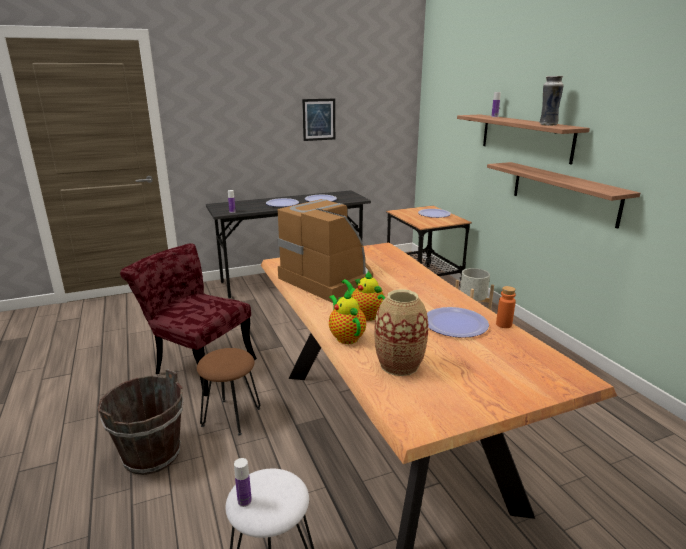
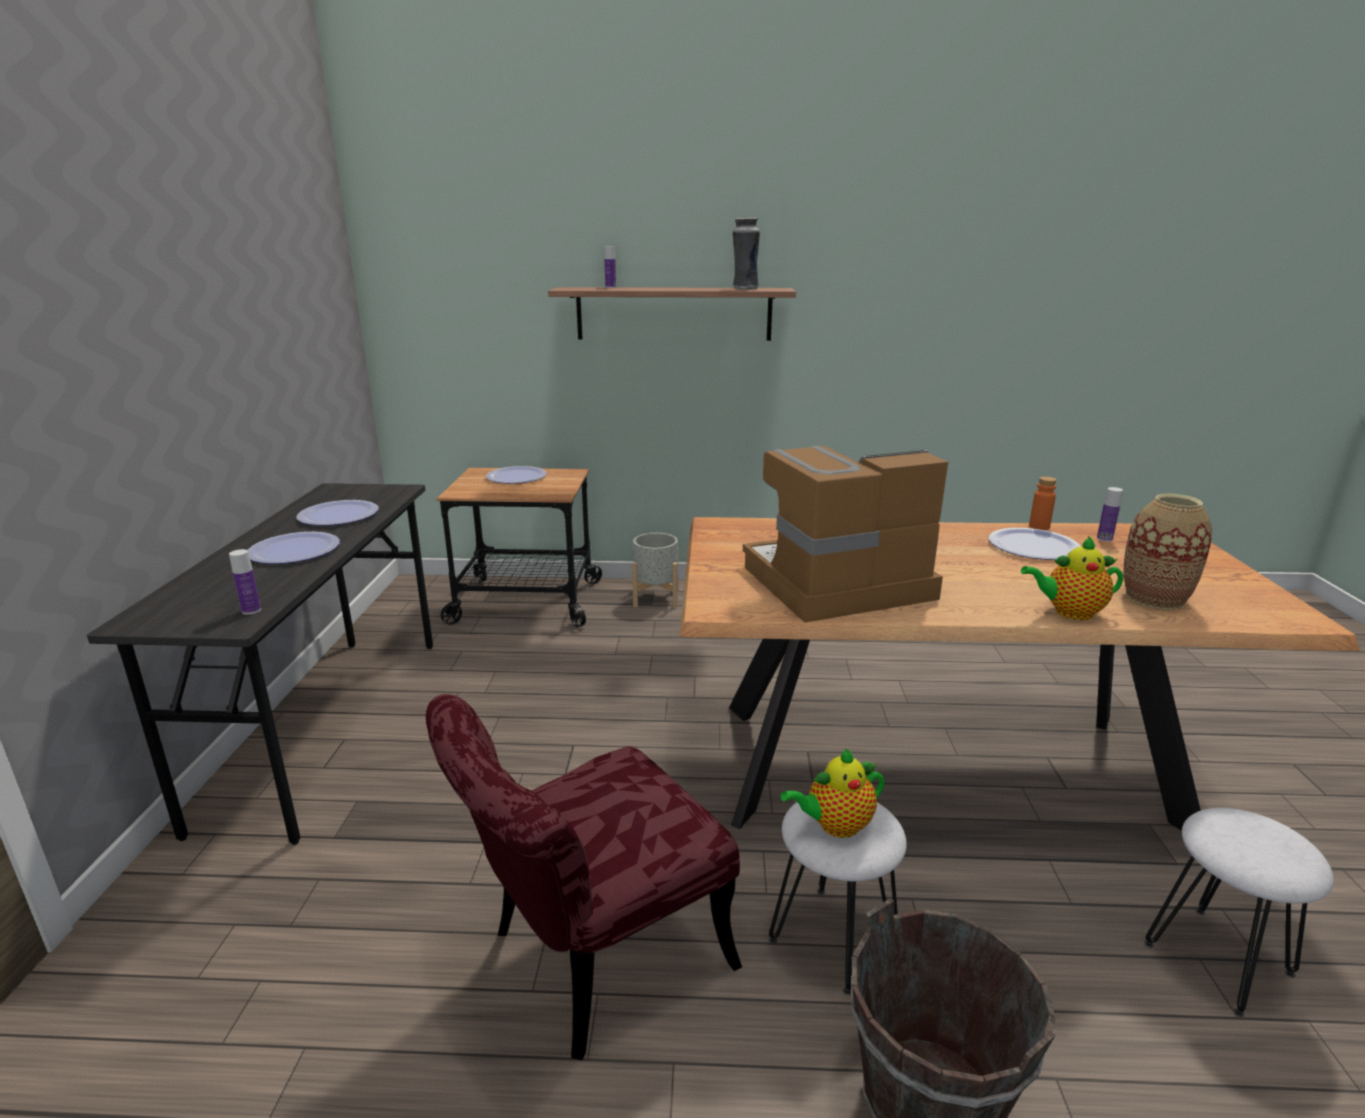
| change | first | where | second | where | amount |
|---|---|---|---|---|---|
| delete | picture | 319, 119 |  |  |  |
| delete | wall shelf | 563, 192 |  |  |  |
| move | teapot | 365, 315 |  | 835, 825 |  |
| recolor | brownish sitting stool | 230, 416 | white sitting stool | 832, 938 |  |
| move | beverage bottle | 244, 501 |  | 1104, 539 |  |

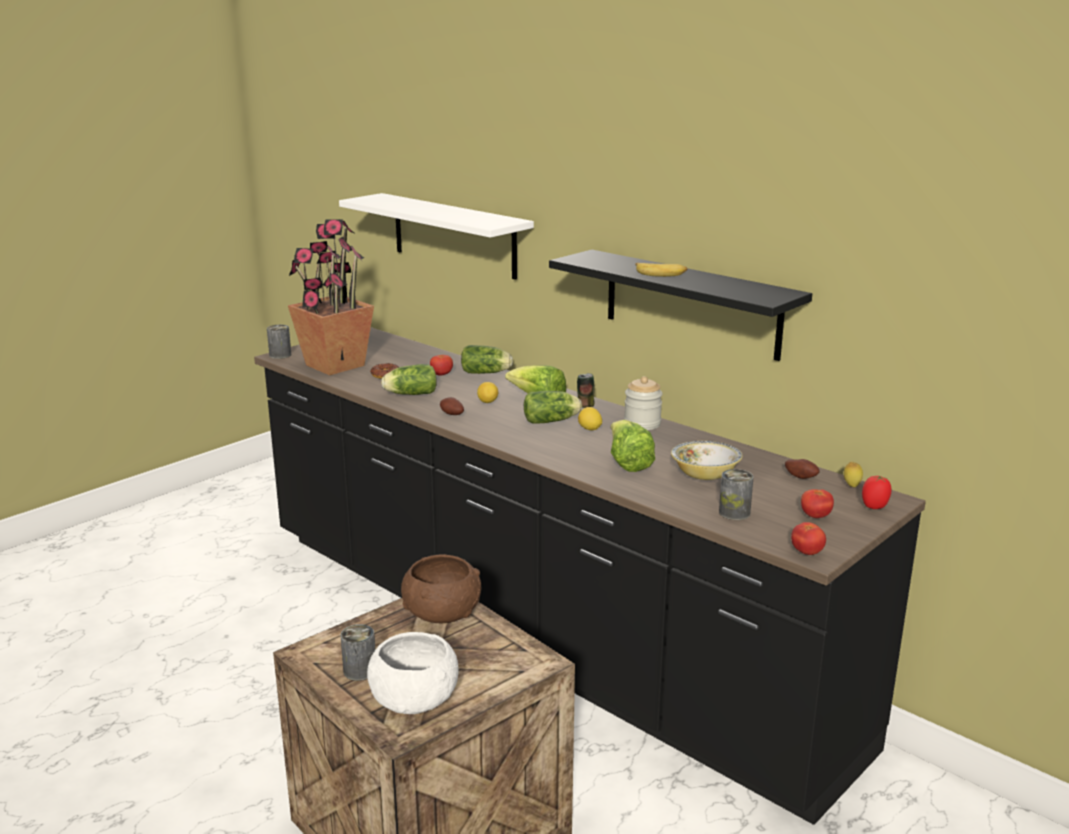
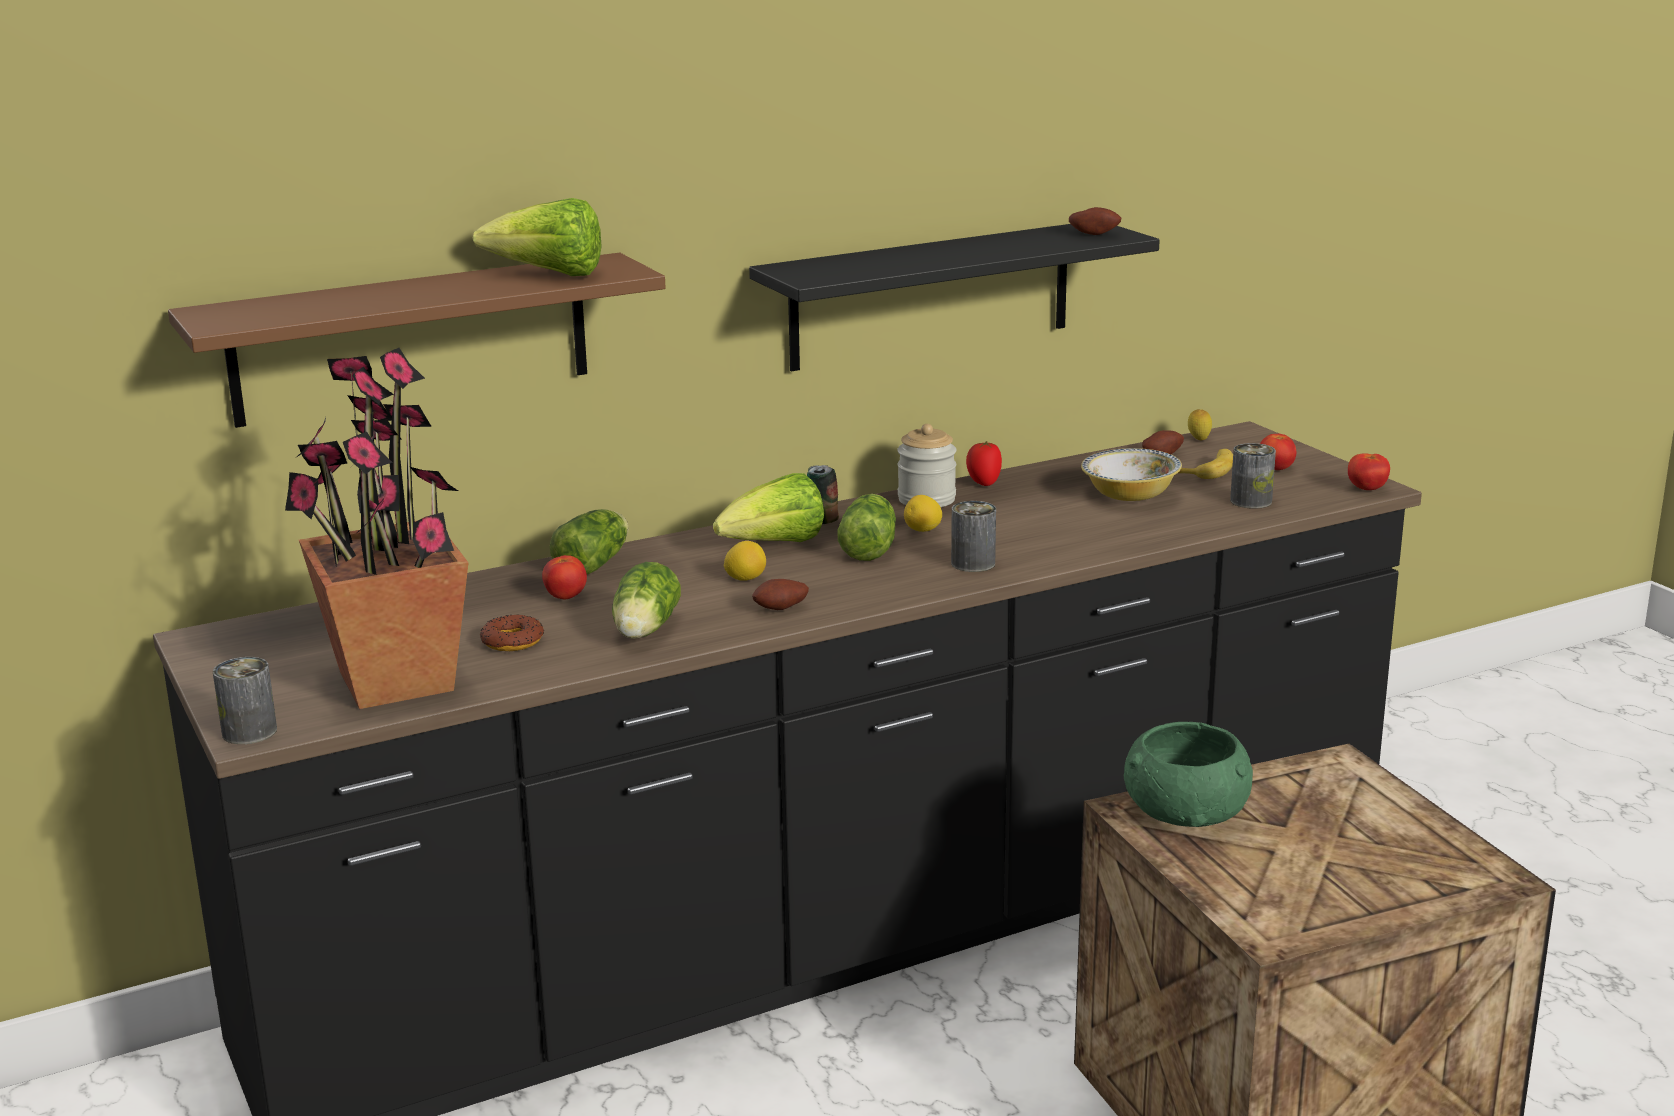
| change | first | where | second | where | amount |
|---|---|---|---|---|---|
| recolor | white wall shelf | 454, 235 | brownish wall shelf | 411, 339 |  |
| move | banana | 660, 274 |  | 1209, 470 |  |
| move | lettuce head | 627, 463 |  | 550, 275 |  |
| move | fresh tomato | 874, 506 |  | 983, 483 |  |
| recolor | brownish serving bowl | 442, 612 | green-coloured serving bowl | 1186, 813 |  |
| move | sealed can | 360, 670 |  | 973, 563 |  |
| delete | white serving bowl | 414, 699 |  |  |  |
| insert |  |  | whole potato | 1094, 234 |  |

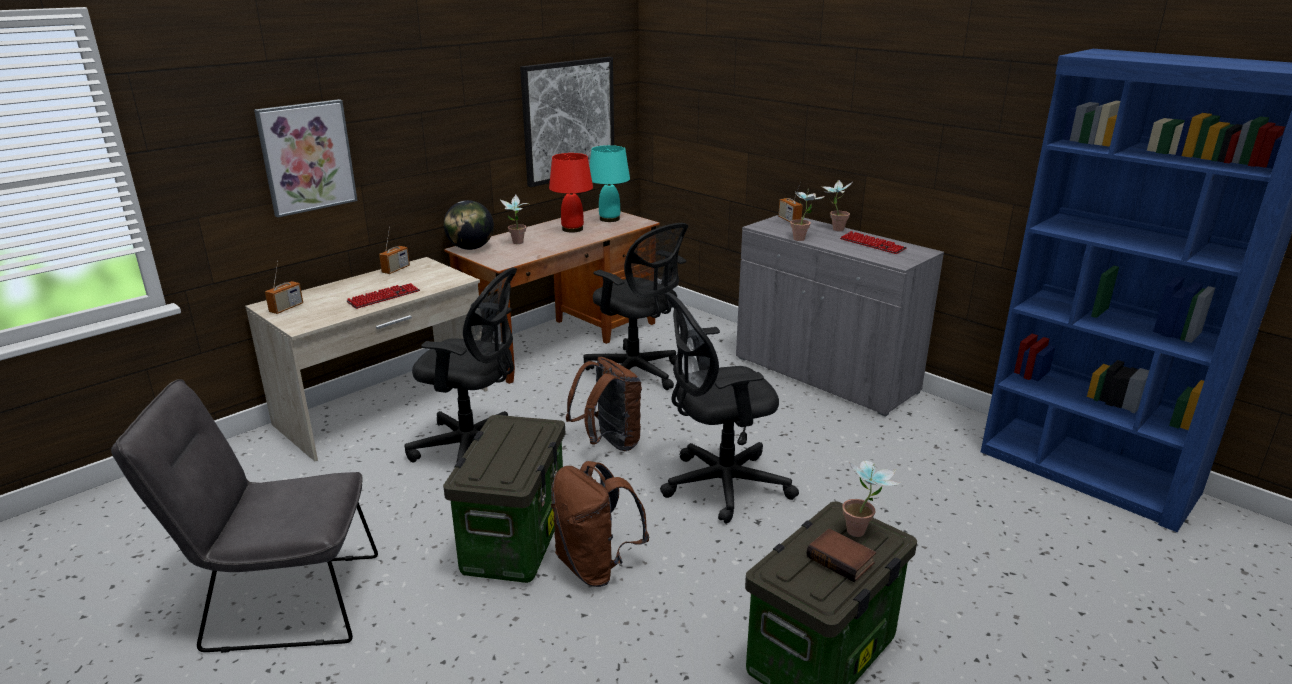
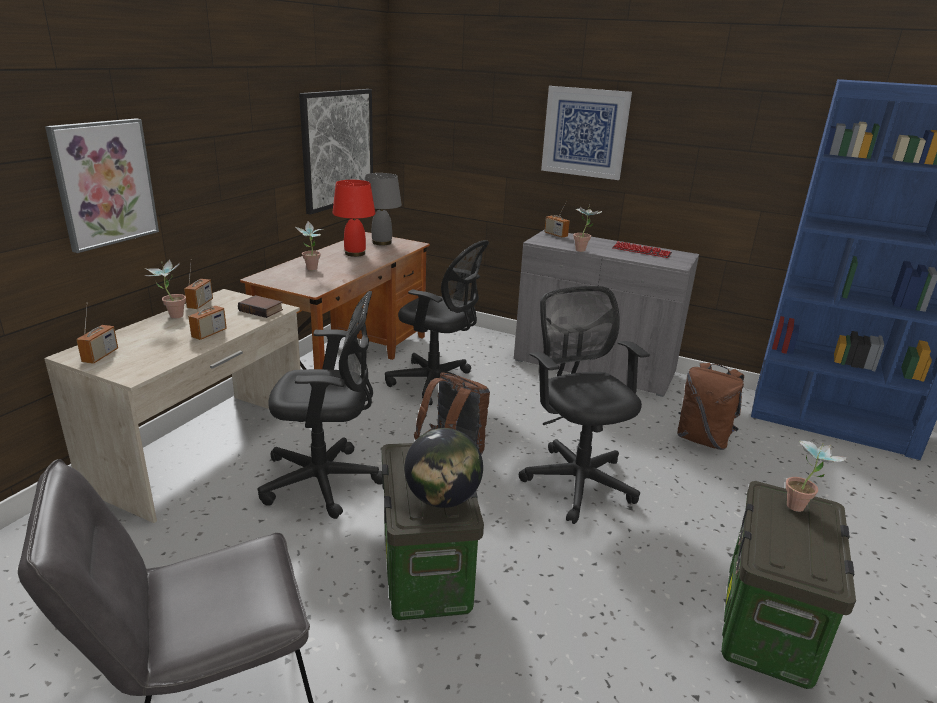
| change | first | where | second | where | amount |
|---|---|---|---|---|---|
| recolor | blue-green table lamp | 609, 219 | gray table lamp | 381, 242 |  |
| move | houseplant | 833, 229 |  | 171, 316 |  |
| move | globe | 470, 248 |  | 442, 499 |  |
| replace | computer keyboard | 384, 297 | radio | 209, 334 |  |
| rotate | black-coloured desk chair | 719, 485 |  | 576, 479 | 105 degrees clockwise |
| move | brownish knapsack | 595, 566 |  | 703, 439 |  |
| move | volume | 842, 559 |  | 262, 310 |  |
| insert |  |  | picture | 585, 132 |  |

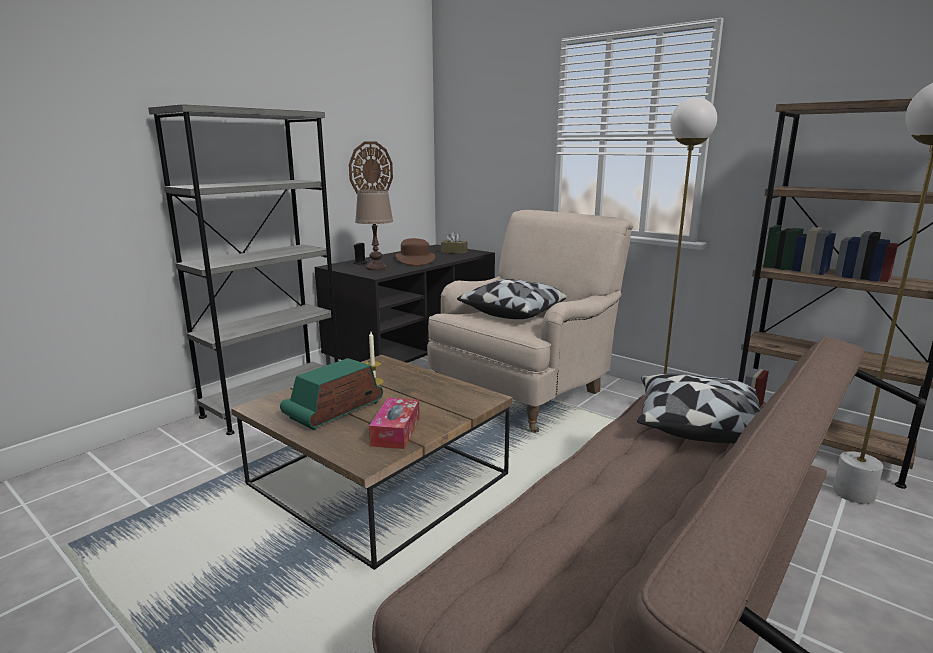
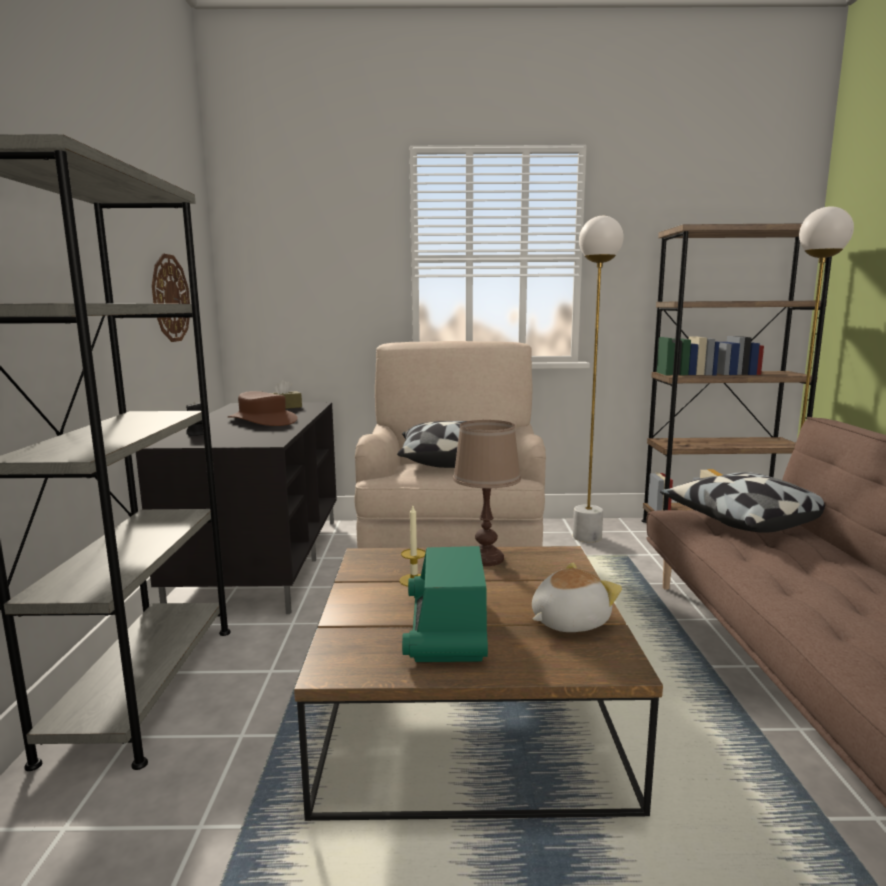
| change | first | where | second | where | amount |
|---|---|---|---|---|---|
| move | brownish table lamp | 376, 268 |  | 485, 559 |  |
| replace | tissue box | 396, 431 | cuddly toy | 568, 621 |  |

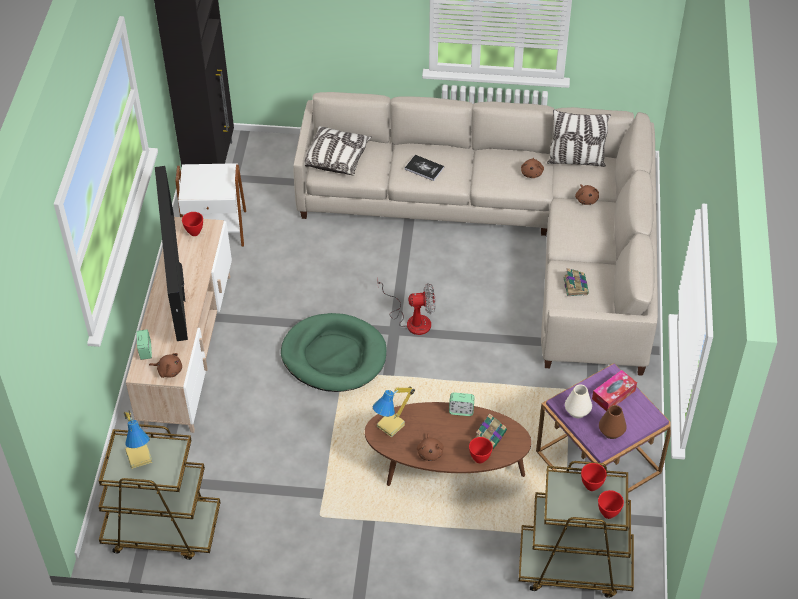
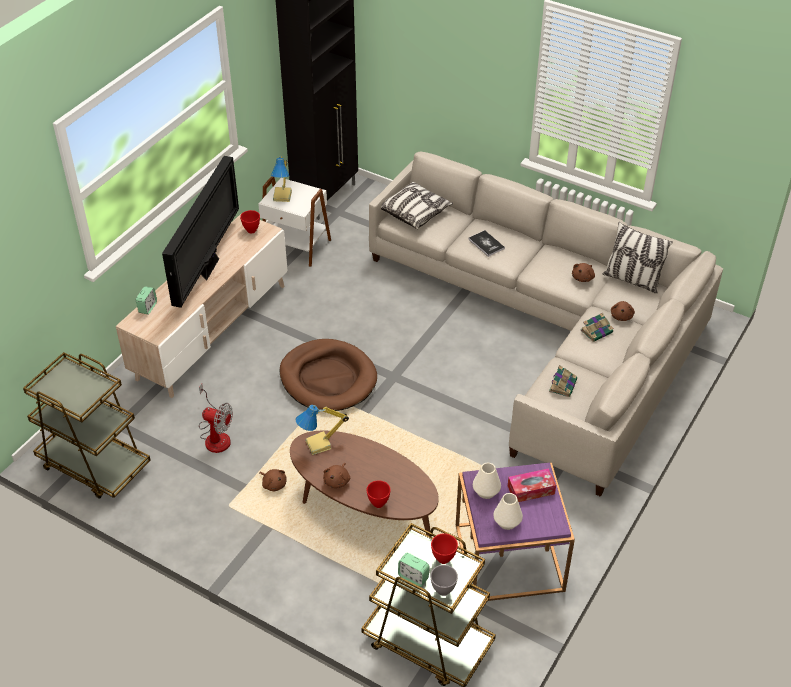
| change | first | where | second | where | amount |
|---|---|---|---|---|---|
| move | fan | 412, 320 |  | 215, 435 |  |
| recolor | green-coloured dog cushion | 334, 356 | brownish dog cushion | 328, 378 |  |
| move | brownish cuddly toy | 168, 370 |  | 273, 484 |  |
| move | alarm clock | 461, 410 |  | 413, 577 |  |
| recolor | brownish flower vase | 611, 432 | white flower vase | 507, 522 |  |
| move | table lamp | 140, 456 |  | 283, 196 |  |
| move | volume | 490, 435 |  | 597, 331 |  |
| recolor | red serving bowl | 607, 514 | gray serving bowl | 442, 590 |  |

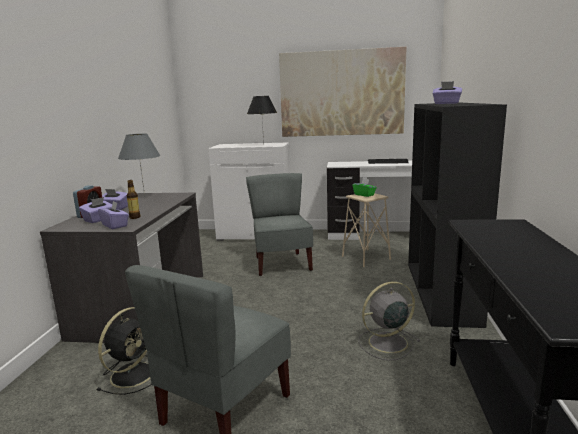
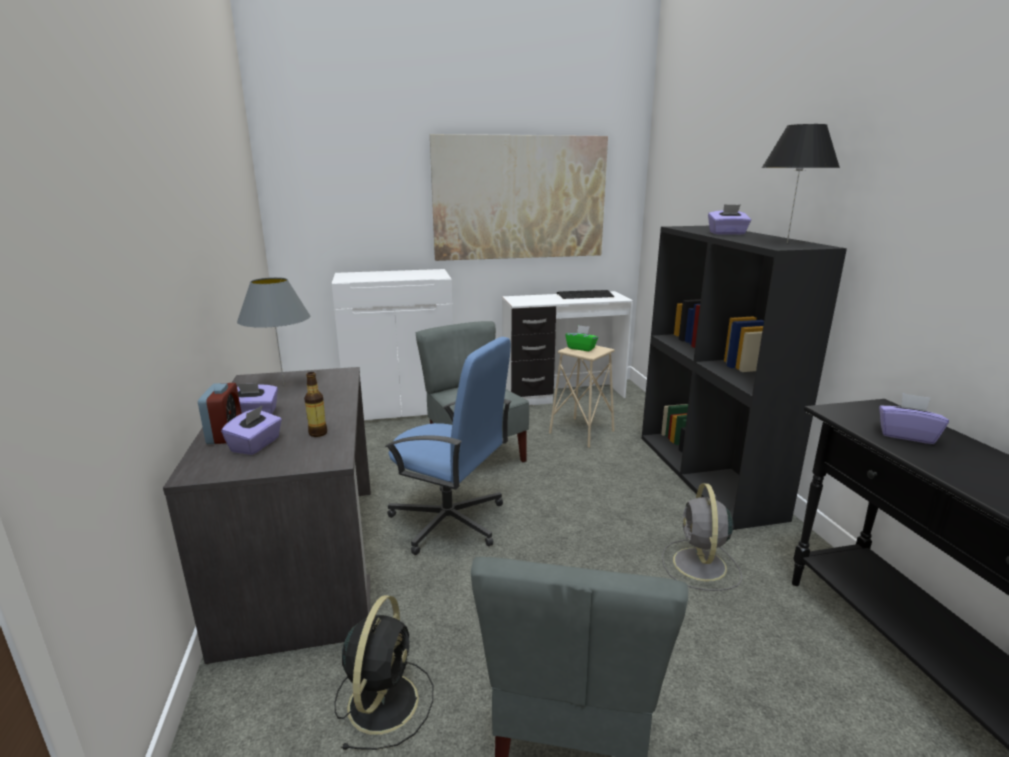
| change | first | where | second | where | amount |
|---|---|---|---|---|---|
| move | black-coloured table lamp | 263, 145 |  | 787, 243 |  |
| move | purple tissue box | 115, 225 |  | 906, 435 |  |
| rotate | gray fan | 386, 343 |  | 700, 566 | 45 degrees counterclockwise |
| insert |  |  | bluish desk chair | 449, 521 |  |

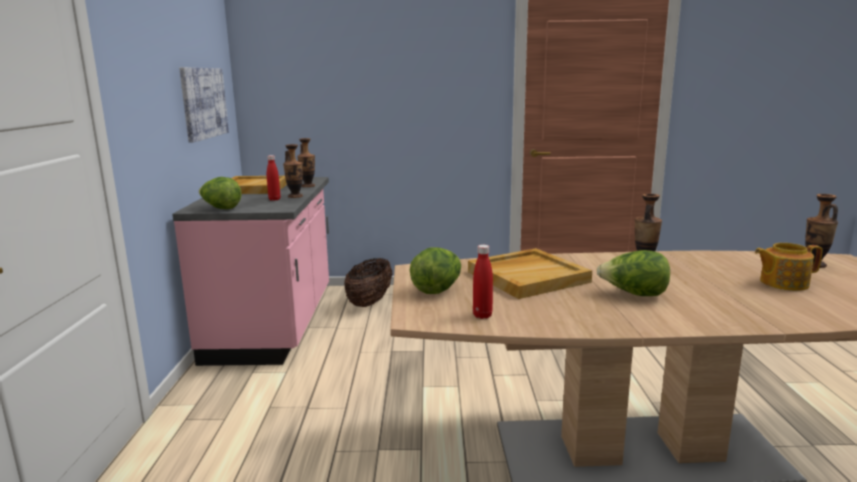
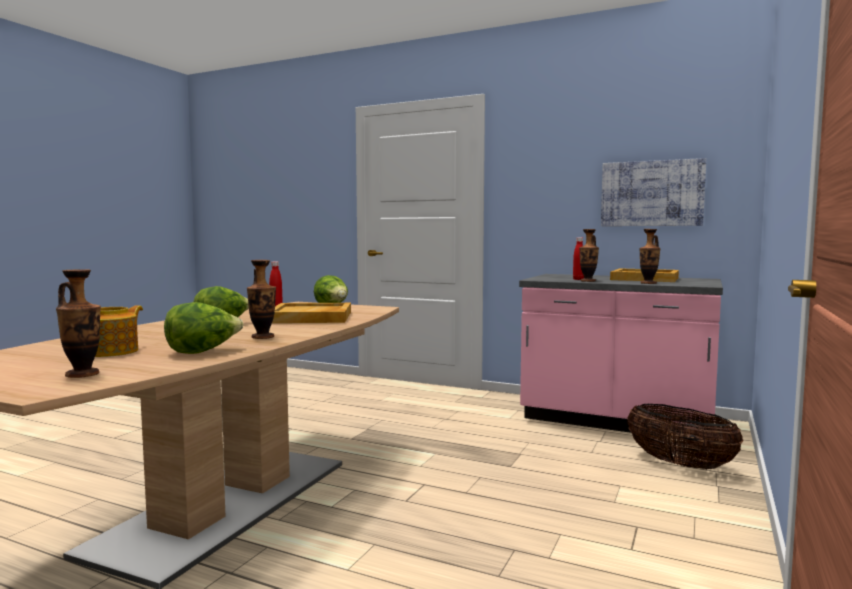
| change | first | where | second | where | amount |
|---|---|---|---|---|---|
| move | lettuce head | 221, 208 |  | 202, 352 |  |

